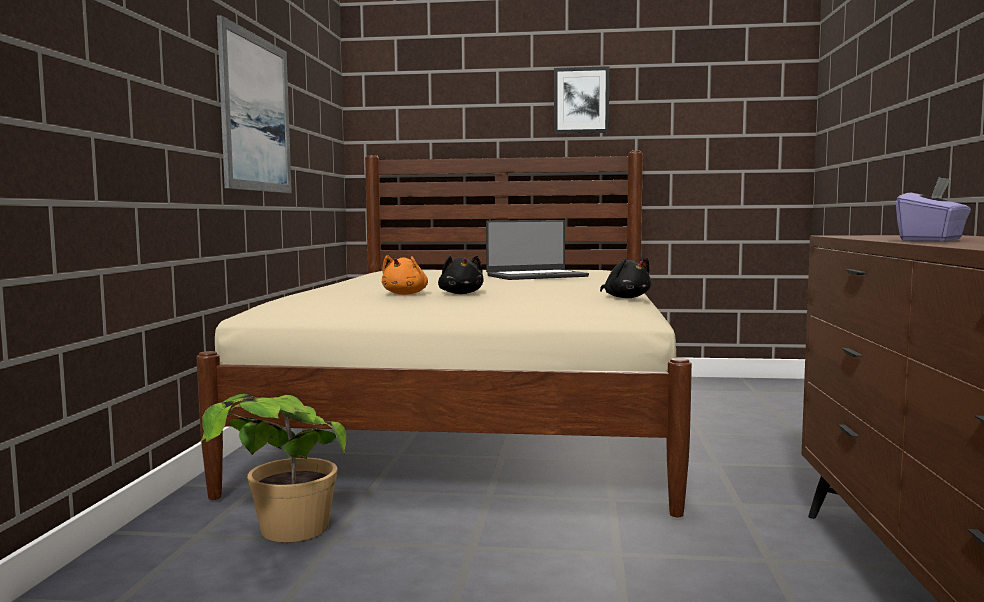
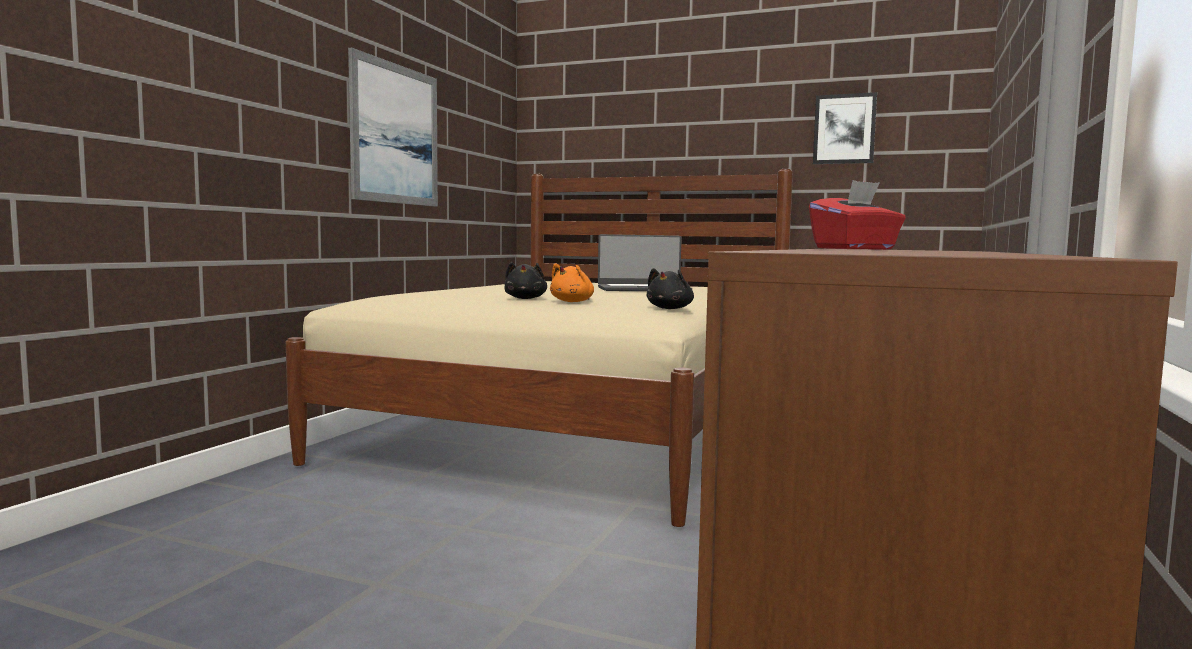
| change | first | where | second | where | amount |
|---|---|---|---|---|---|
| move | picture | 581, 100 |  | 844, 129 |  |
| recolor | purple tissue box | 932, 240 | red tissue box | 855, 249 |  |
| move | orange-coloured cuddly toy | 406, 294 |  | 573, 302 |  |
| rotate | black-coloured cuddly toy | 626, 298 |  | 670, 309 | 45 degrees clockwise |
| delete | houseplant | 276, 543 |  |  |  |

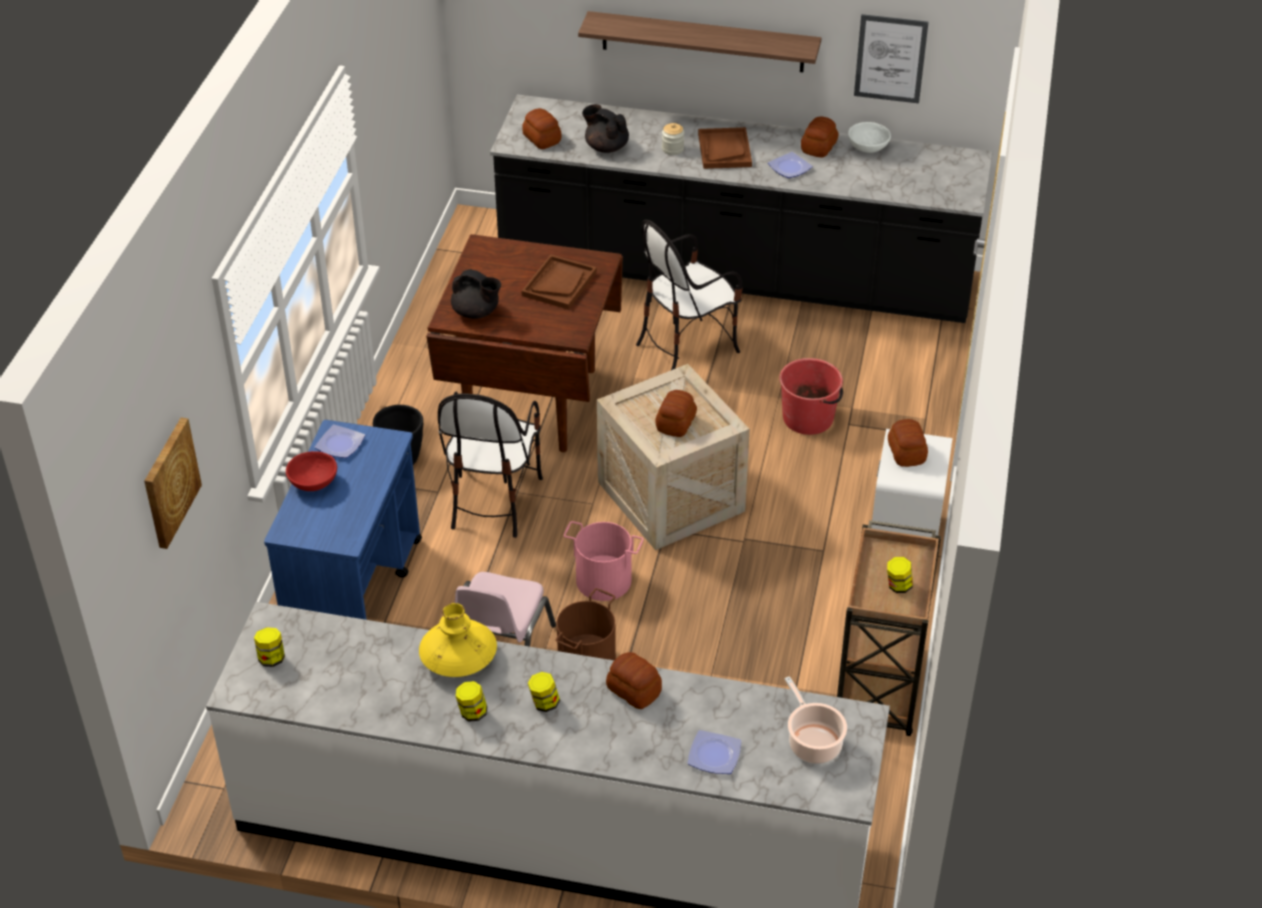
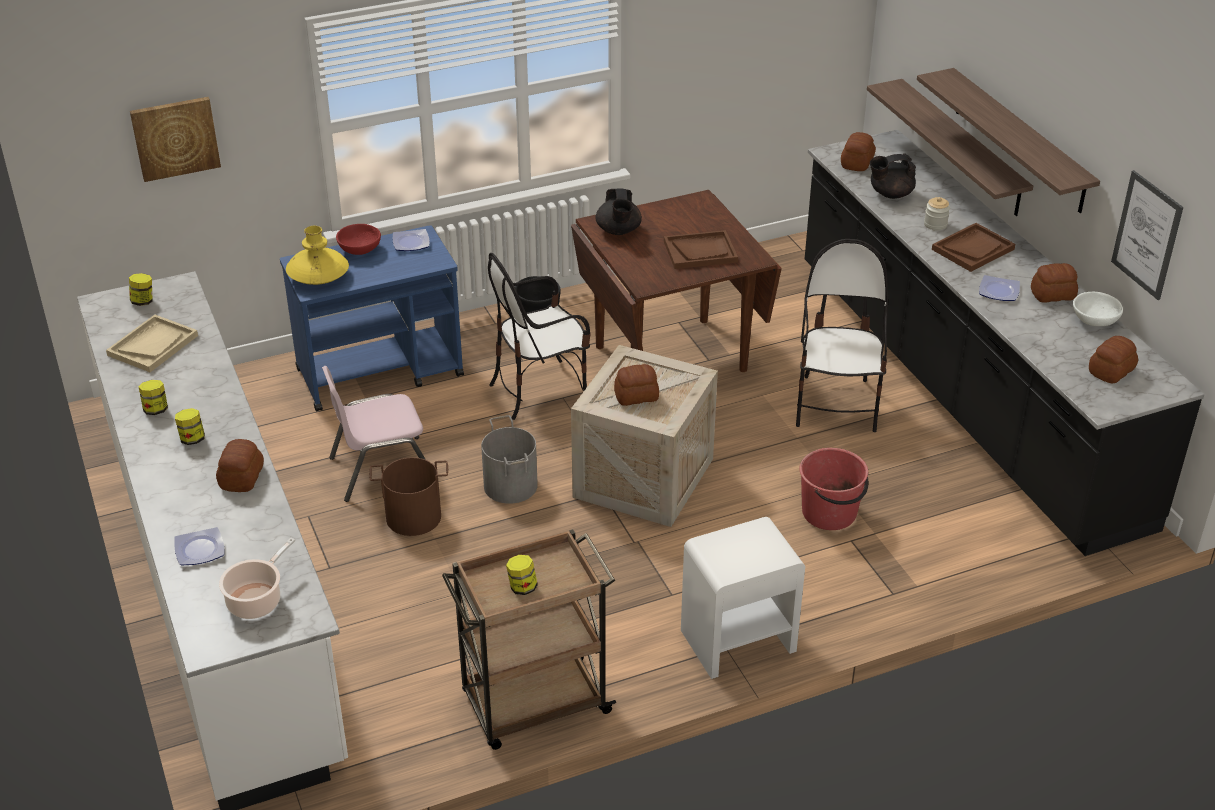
| change | first | where | second | where | amount |
|---|---|---|---|---|---|
| rotate | black-coloured teapot | 606, 147 |  | 890, 194 | 105 degrees counterclockwise |
| rotate | chair | 687, 345 |  | 836, 405 | 75 degrees clockwise |
| move | bread | 907, 452 |  | 1112, 371 |  |
| recolor | pinkish pail | 603, 581 | gray pail | 509, 485 |  |
| move | yellow-coloured flower vase | 458, 657 |  | 318, 277 |  |
| insert |  |  | wall shelf | 961, 147 |  |
| insert |  |  | beige-coloured carrying tray | 153, 345 |  |

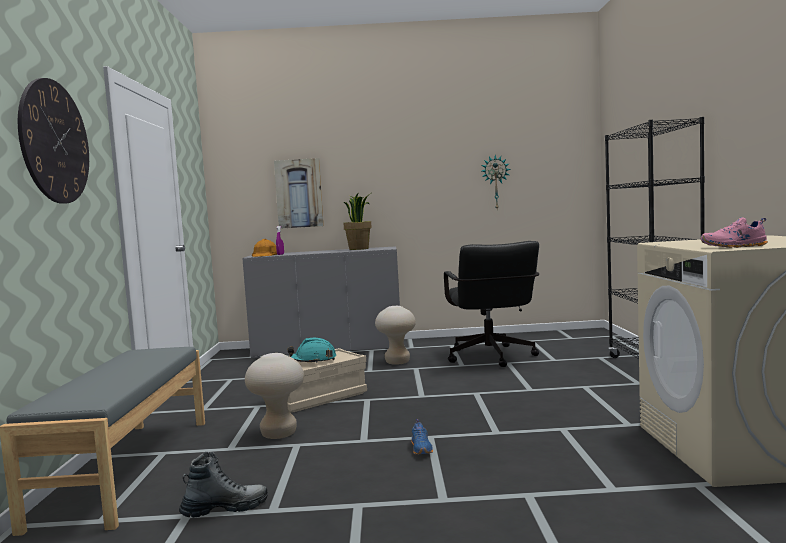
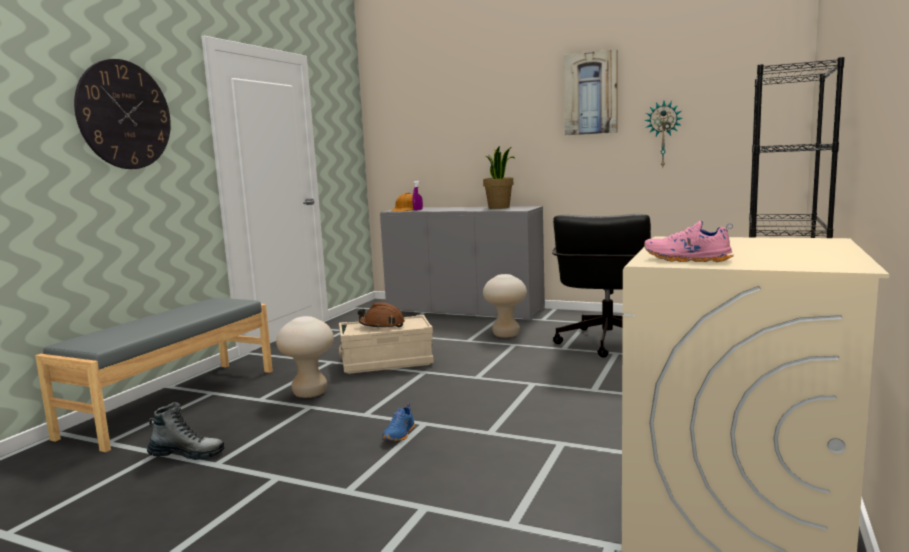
| change | first | where | second | where | amount |
|---|---|---|---|---|---|
| move | picture | 299, 193 |  | 591, 93 |  |
| recolor | blue-green safety helmet | 313, 360 | brownish safety helmet | 382, 325 |  |

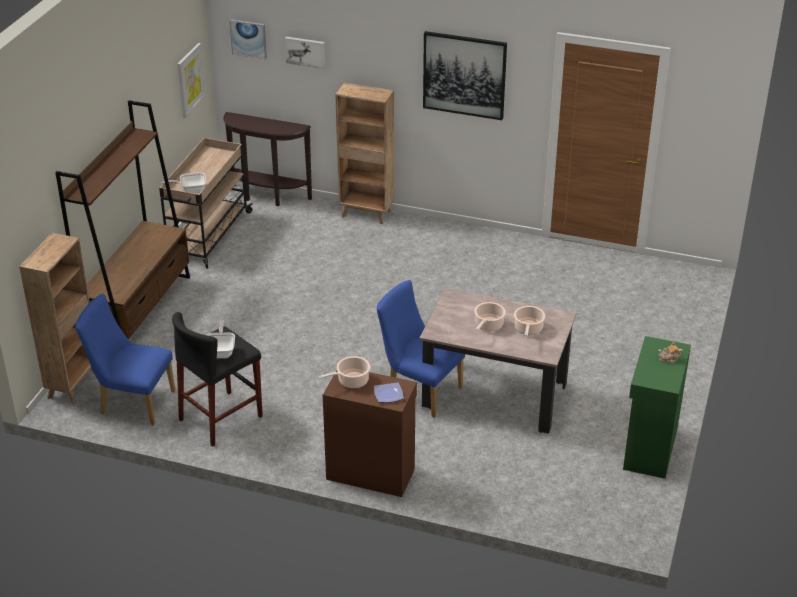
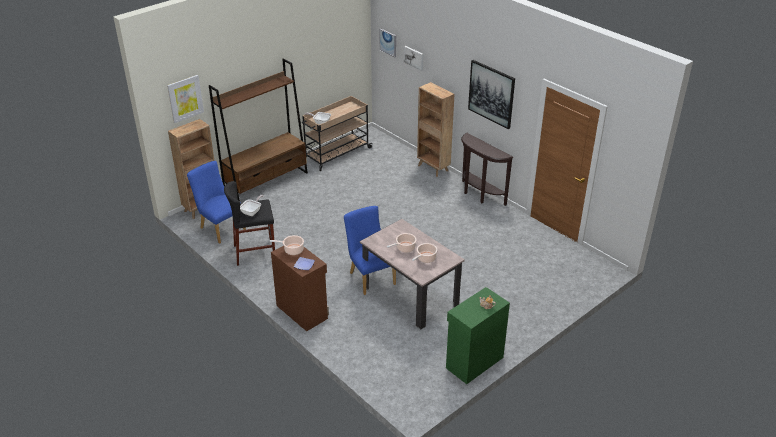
| change | first | where | second | where | amount |
|---|---|---|---|---|---|
| move | picture | 190, 80 |  | 185, 98 |  |
| move | brownish narrow table | 267, 197 |  | 479, 195 |  |

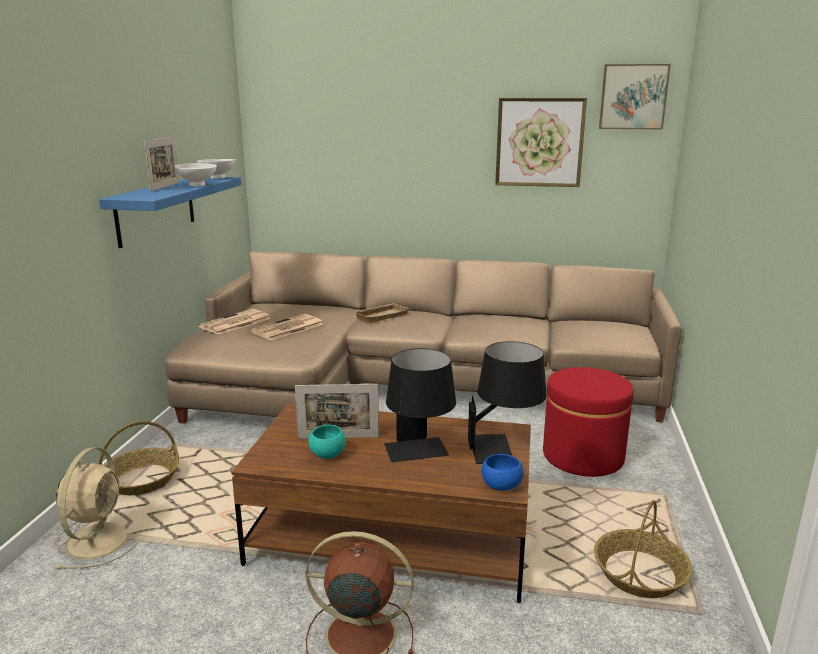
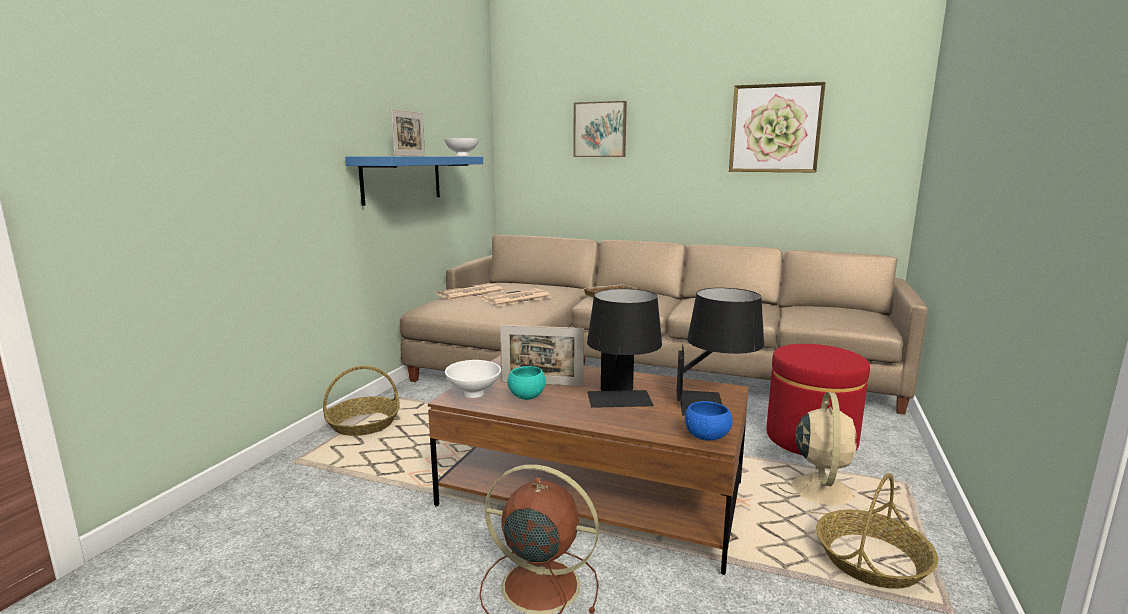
| change | first | where | second | where | amount |
|---|---|---|---|---|---|
| move | picture | 633, 97 |  | 600, 129 |  |
| move | white serving bowl | 198, 185 |  | 475, 393 |  |
| move | beige-coloured fan | 99, 539 |  | 821, 489 |  |

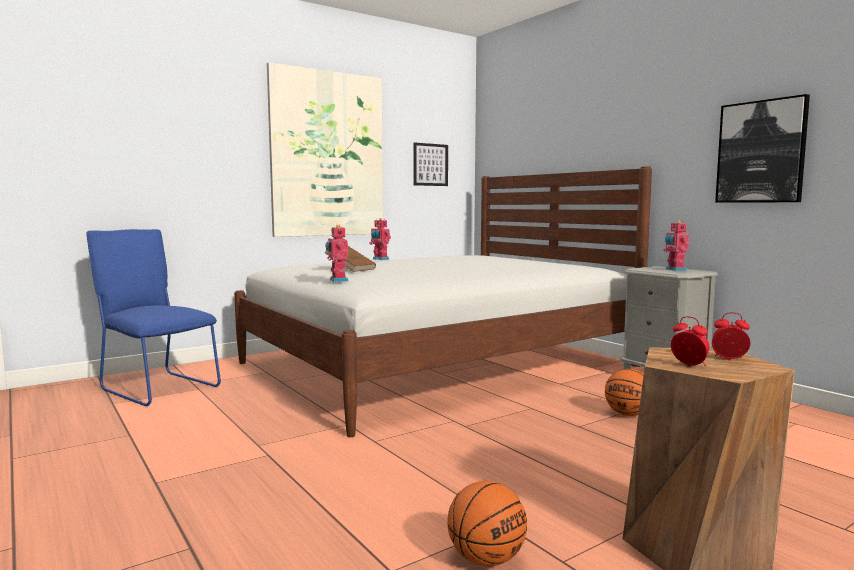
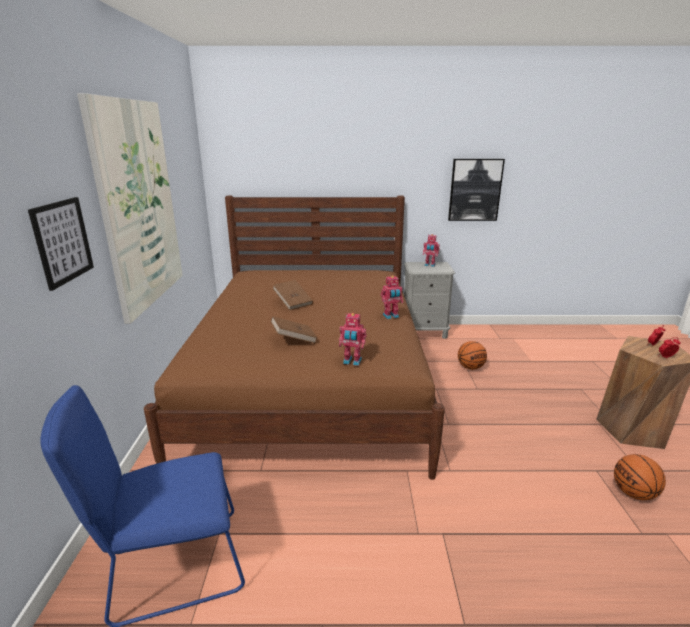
| change | first | where | second | where | amount |
|---|---|---|---|---|---|
| move | picture | 430, 164 |  | 62, 241 |  |
| recolor | white bed | 438, 364 | brownish bed | 311, 381 |  |
| move | robot figure | 380, 259 |  | 391, 316 |  |
| insert |  |  | brownish volume | 293, 303 |  |

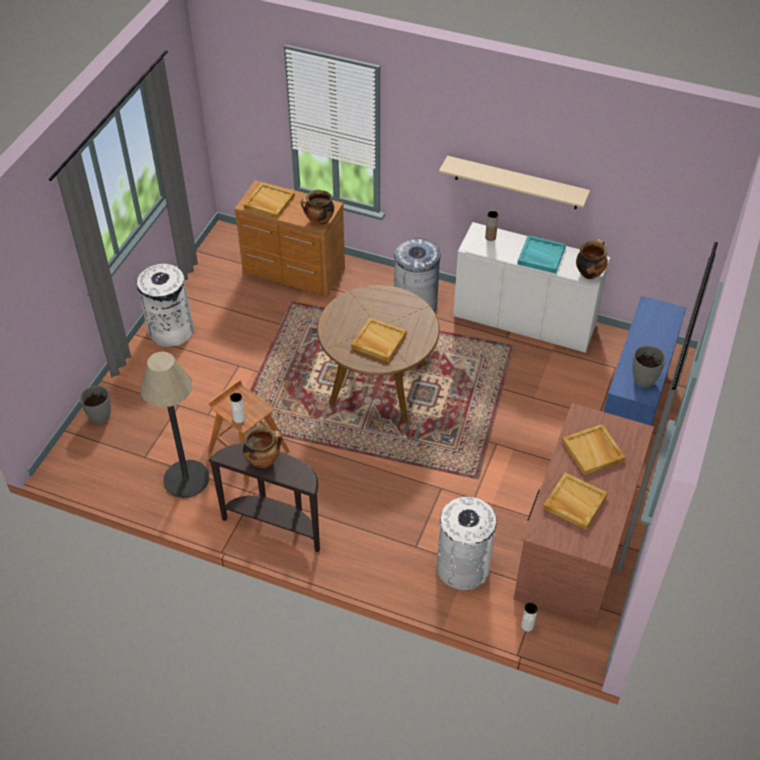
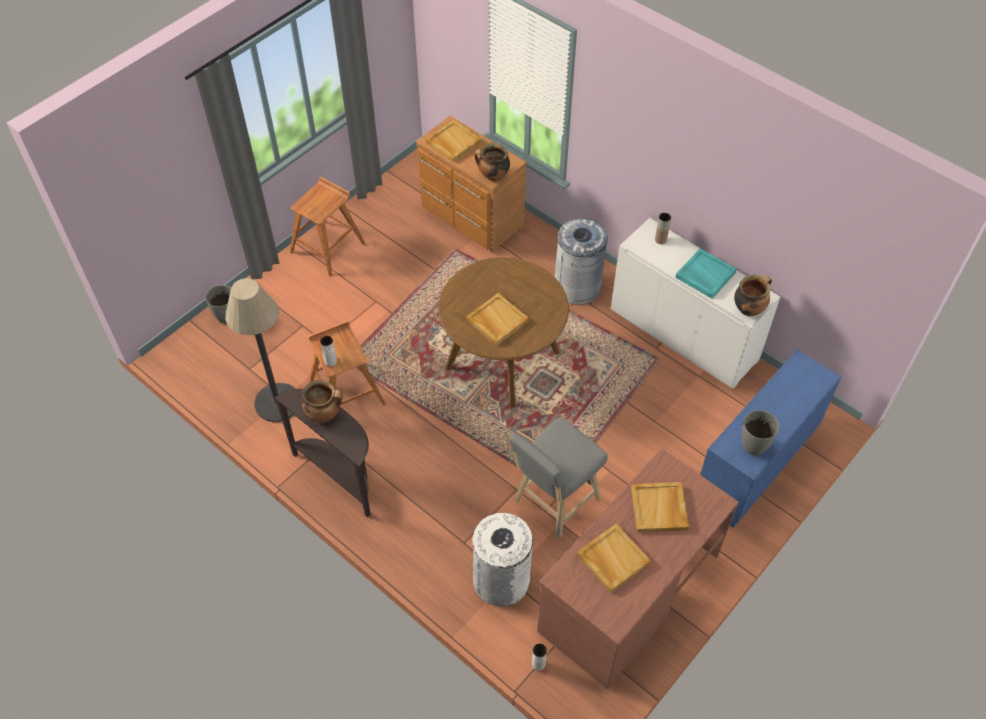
| change | first | where | second | where | amount |
|---|---|---|---|---|---|
| delete | beige-coloured wall shelf | 516, 183 |  |  |  |
| replace | white trash can | 171, 331 | brownish sitting stool | 328, 247 |  |
| insert |  |  | gray sitting stool | 553, 502 |  |

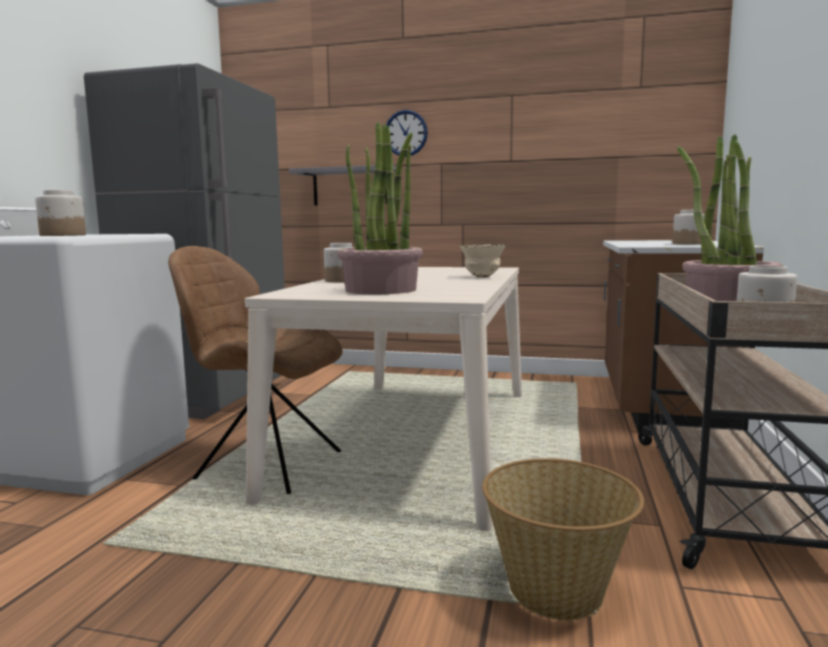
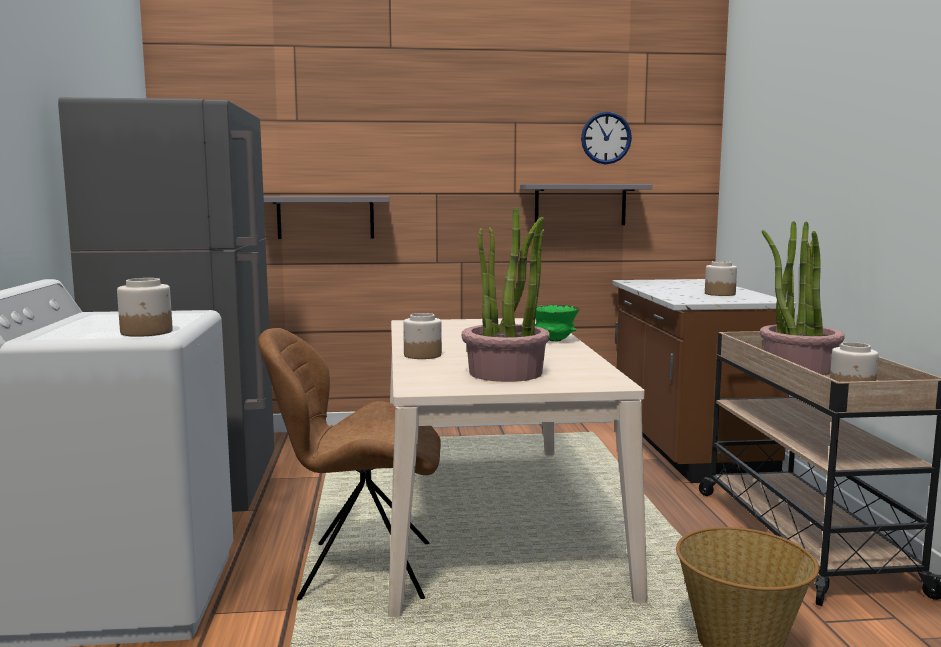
| change | first | where | second | where | amount |
|---|---|---|---|---|---|
| move | wall clock | 405, 133 |  | 606, 138 |  |
| recolor | beige-coloured serving bowl | 482, 277 | green-coloured serving bowl | 554, 341 |  |
| insert |  |  | gray wall shelf | 580, 204 |  |

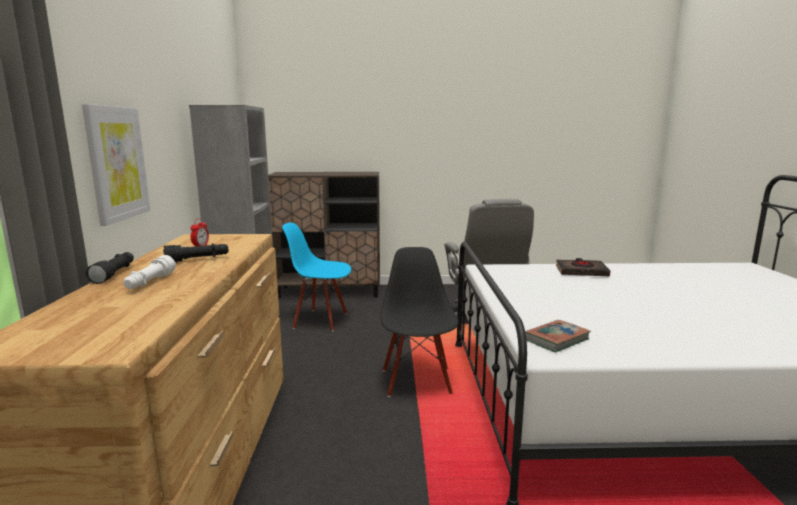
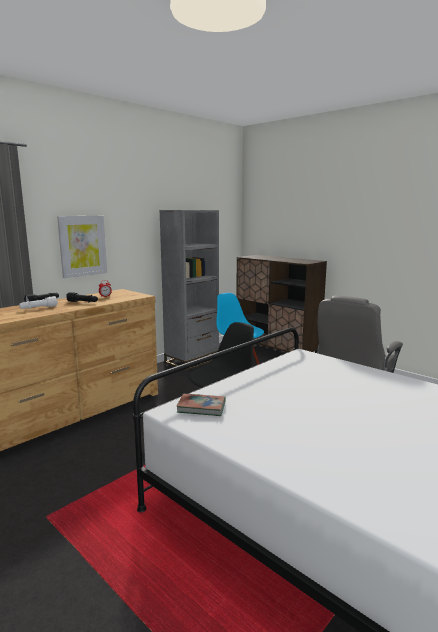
| change | first | where | second | where | amount |
|---|---|---|---|---|---|
| delete | black-coloured volume | 581, 271 |  |  |  |

